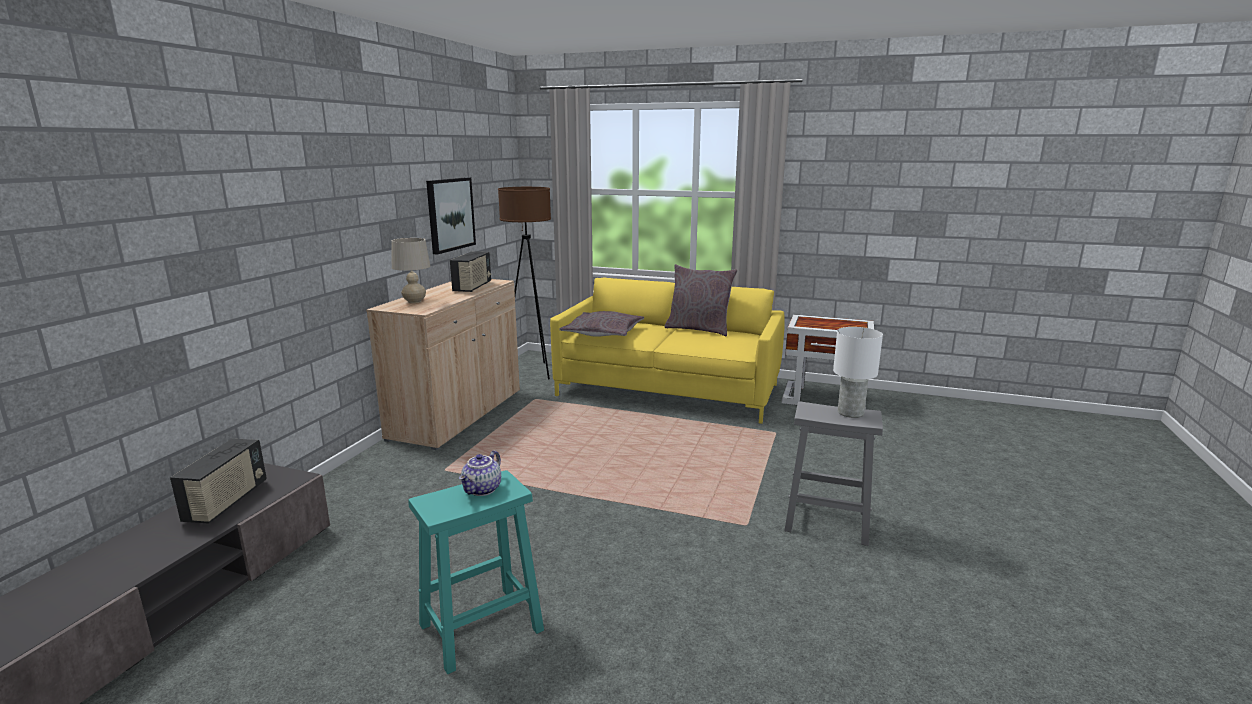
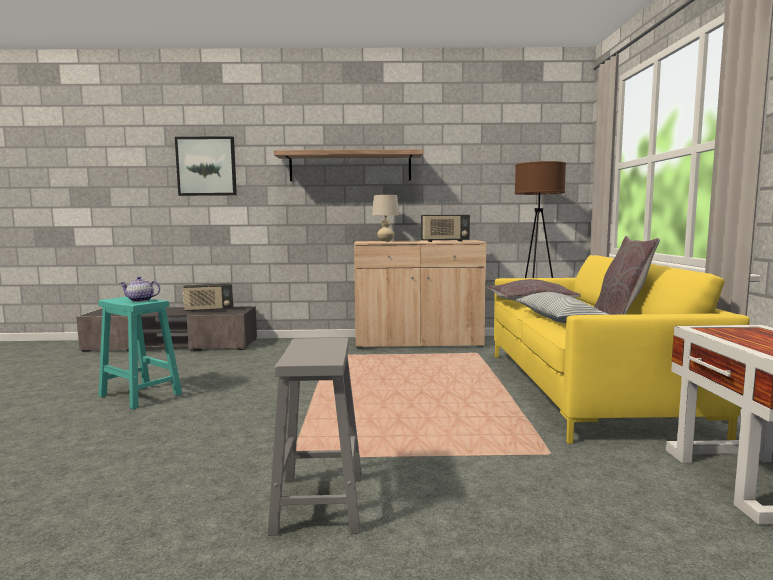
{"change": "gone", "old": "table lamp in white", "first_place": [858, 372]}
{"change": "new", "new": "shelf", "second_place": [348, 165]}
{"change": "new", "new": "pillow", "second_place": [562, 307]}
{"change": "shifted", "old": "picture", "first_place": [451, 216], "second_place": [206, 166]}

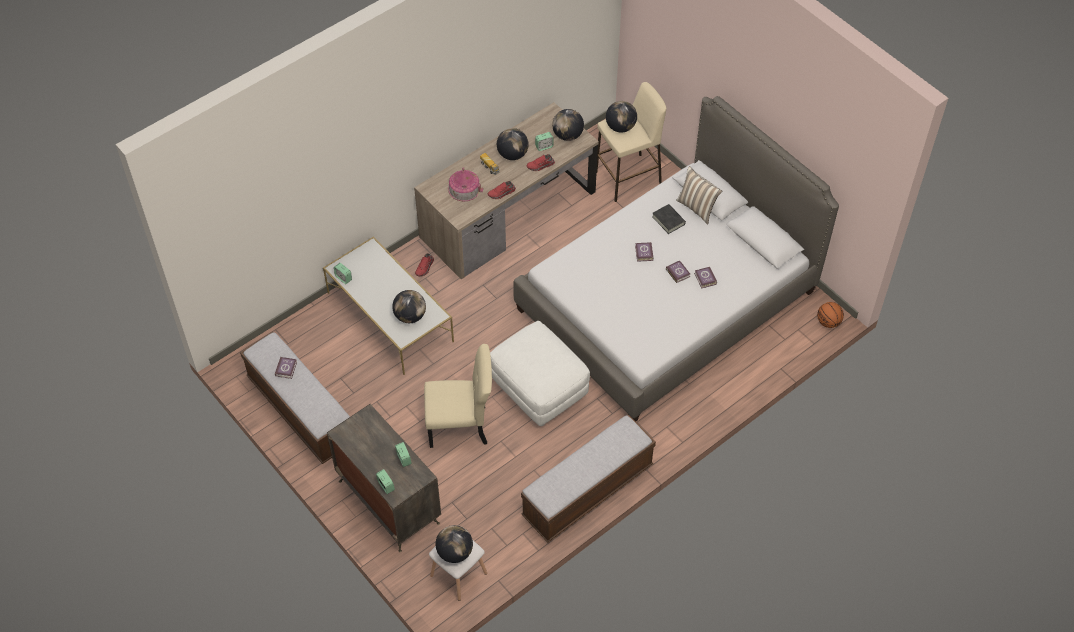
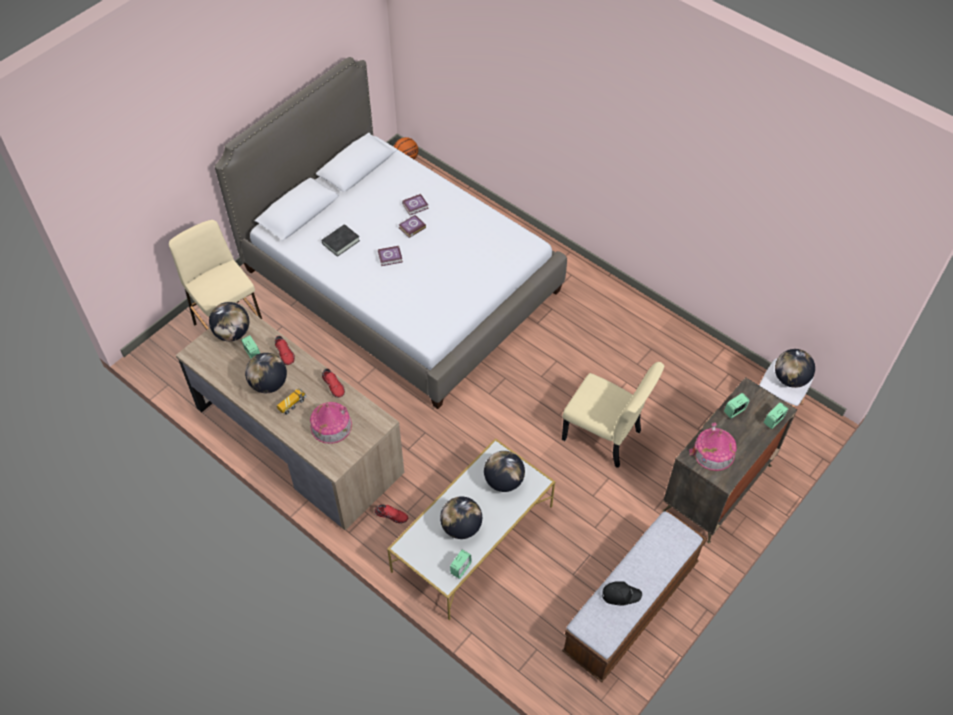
{"change": "gone", "old": "ottoman in white", "first_place": [540, 373]}
{"change": "gone", "old": "bench", "first_place": [588, 479]}
{"change": "gone", "old": "pillow", "first_place": [699, 195]}
{"change": "new", "new": "toy house", "second_place": [713, 447]}
{"change": "shifted", "old": "globe", "first_place": [621, 117], "second_place": [461, 517]}
{"change": "swapped", "old": "book", "new": "cap in black", "first_place": [286, 368], "second_place": [622, 593]}
{"change": "rotated", "old": "chair in beige", "first_place": [458, 396], "second_place": [613, 415], "degrees": 135}

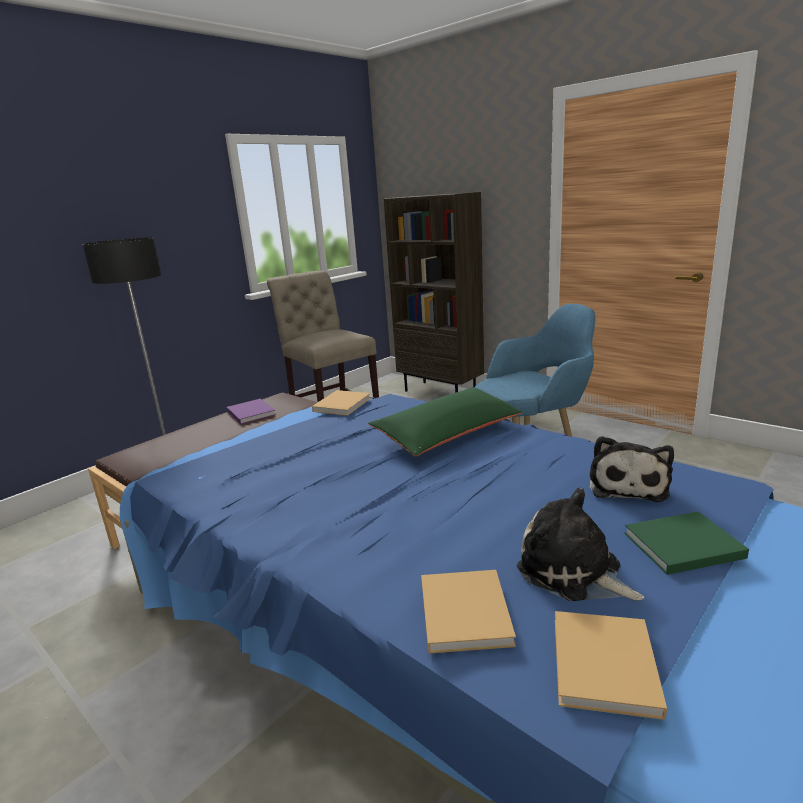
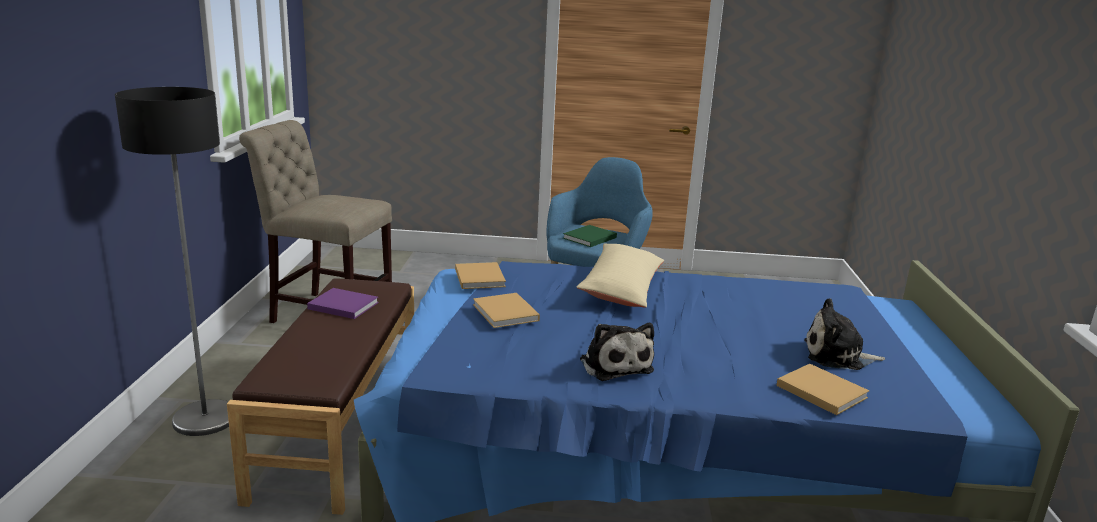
{"change": "gone", "old": "bookcase in brown", "first_place": [434, 292]}
{"change": "shifted", "old": "book in beige", "first_place": [611, 665], "second_place": [506, 310]}
{"change": "shifted", "old": "plush toy", "first_place": [631, 469], "second_place": [617, 352]}
{"change": "shifted", "old": "book in green", "first_place": [686, 543], "second_place": [590, 236]}
{"change": "repainted", "old": "pillow in green", "new": "pillow in beige", "first_place": [445, 421], "second_place": [620, 275]}

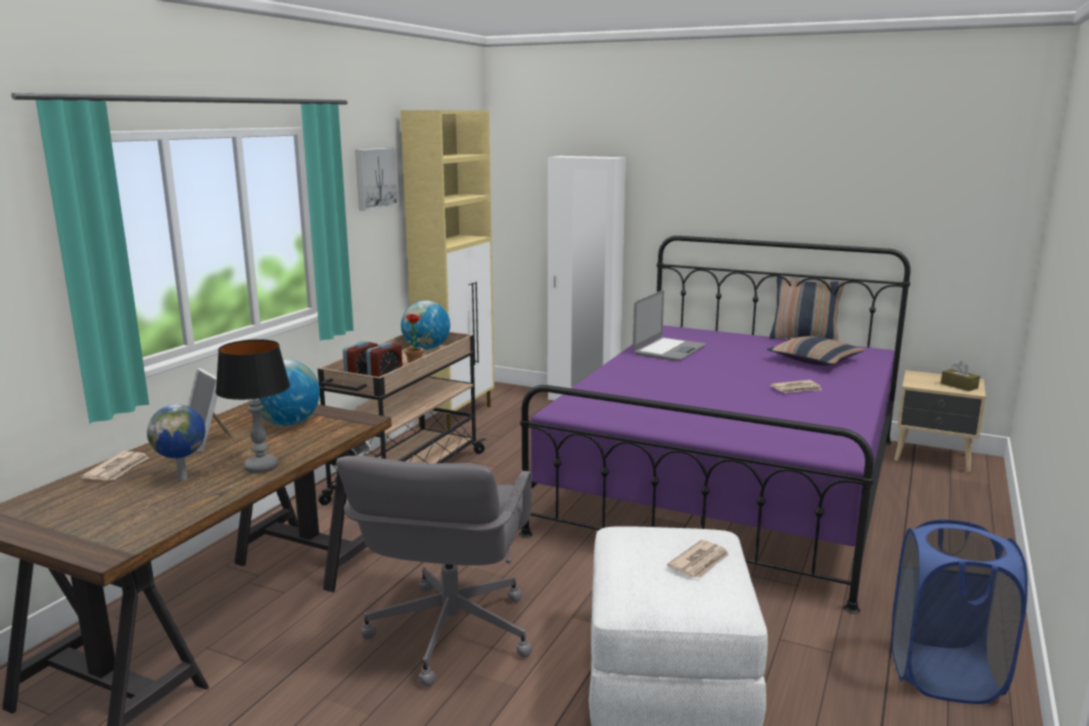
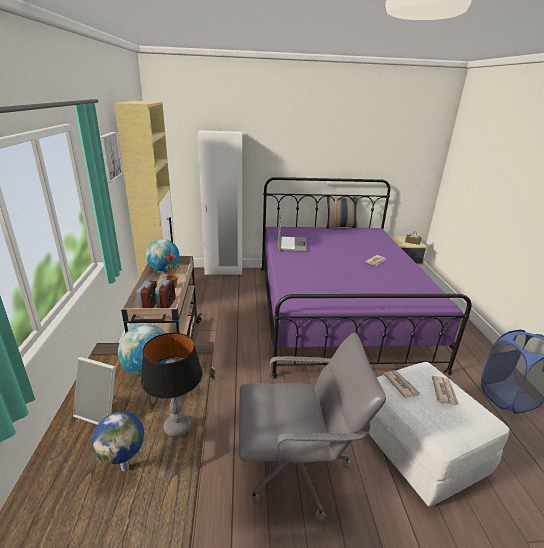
{"change": "gone", "old": "pillow", "first_place": [816, 351]}
{"change": "shifted", "old": "newspaper", "first_place": [115, 466], "second_place": [401, 384]}
{"change": "rotated", "old": "office chair in grey", "first_place": [434, 571], "second_place": [312, 426], "degrees": -75}

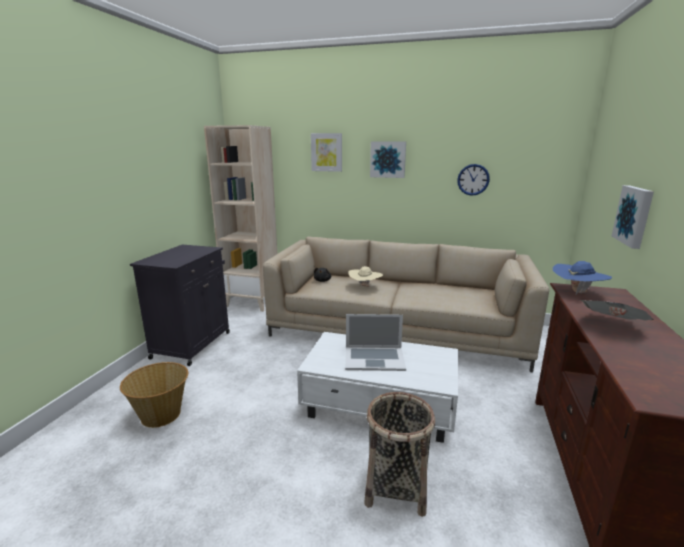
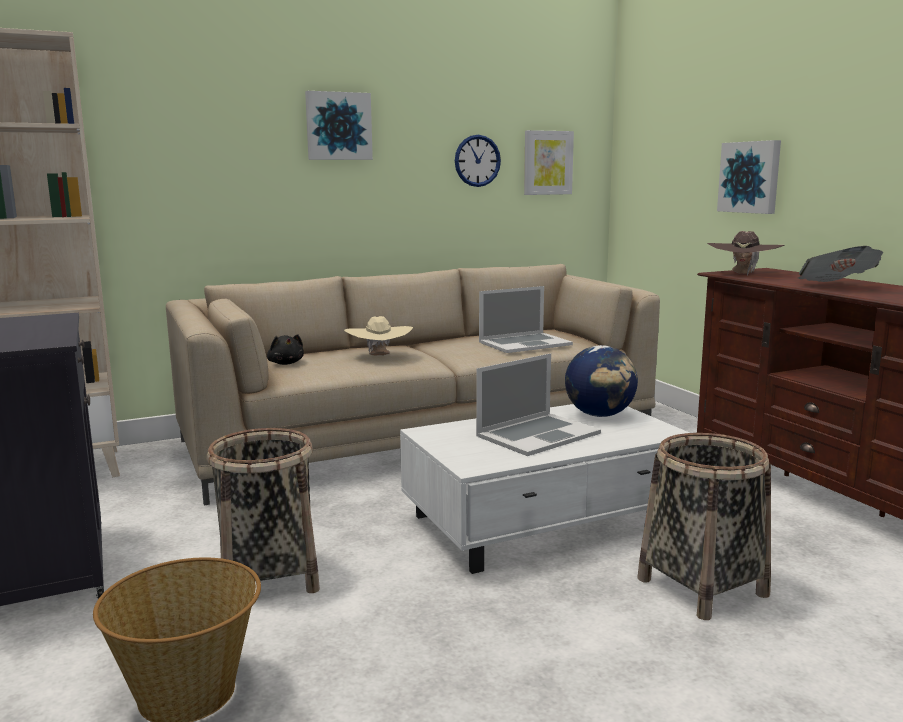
{"change": "new", "new": "basket", "second_place": [263, 510]}
{"change": "new", "new": "laptop", "second_place": [526, 319]}
{"change": "new", "new": "globe", "second_place": [601, 381]}
{"change": "shifted", "old": "picture", "first_place": [326, 152], "second_place": [549, 162]}
{"change": "repainted", "old": "hat in blue", "new": "hat in brown", "first_place": [582, 278], "second_place": [746, 253]}

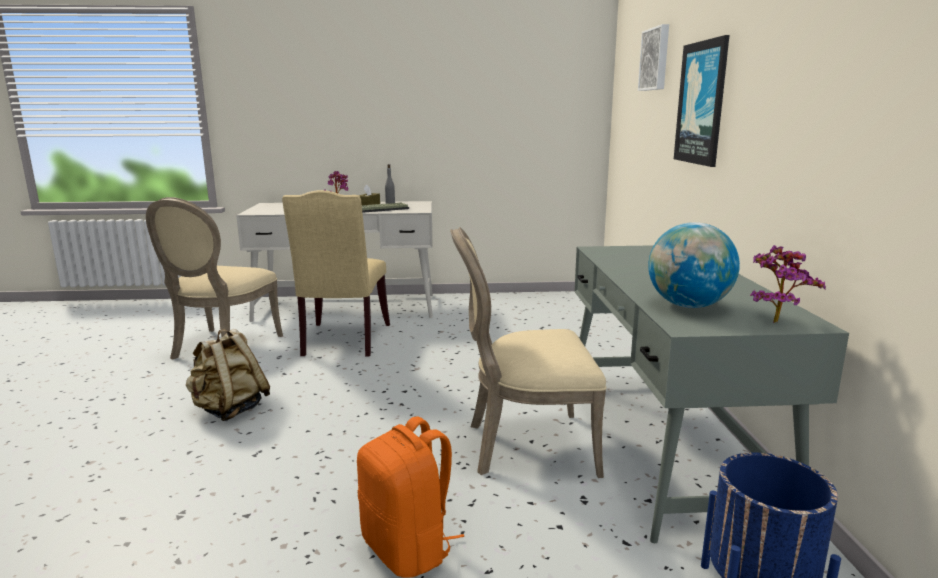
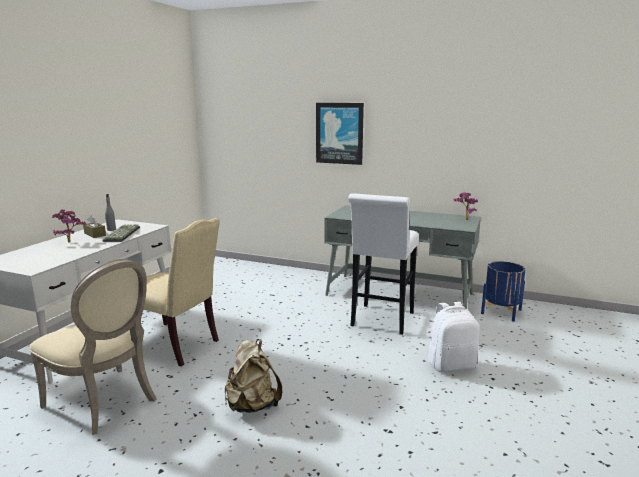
{"change": "gone", "old": "picture", "first_place": [653, 57]}
{"change": "gone", "old": "globe", "first_place": [694, 265]}
{"change": "swapped", "old": "chair in beige", "new": "stool in white", "first_place": [528, 352], "second_place": [383, 264]}
{"change": "repainted", "old": "backpack in orange", "new": "backpack in white", "first_place": [410, 496], "second_place": [454, 337]}

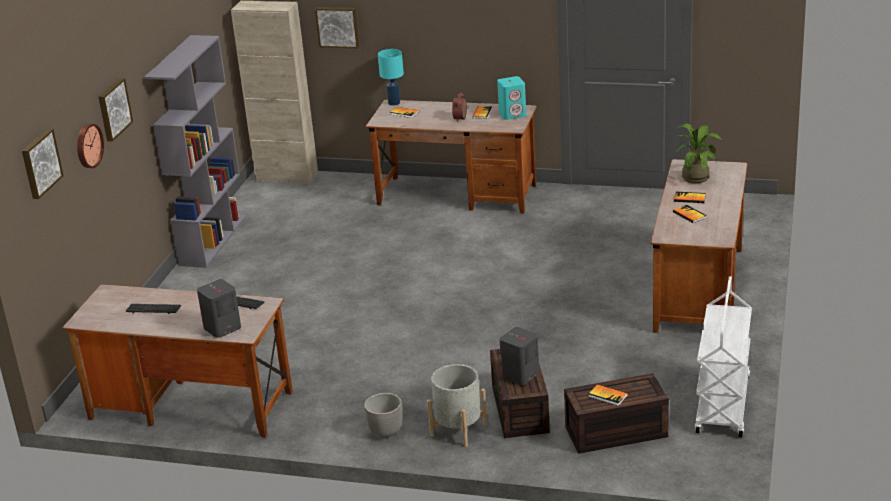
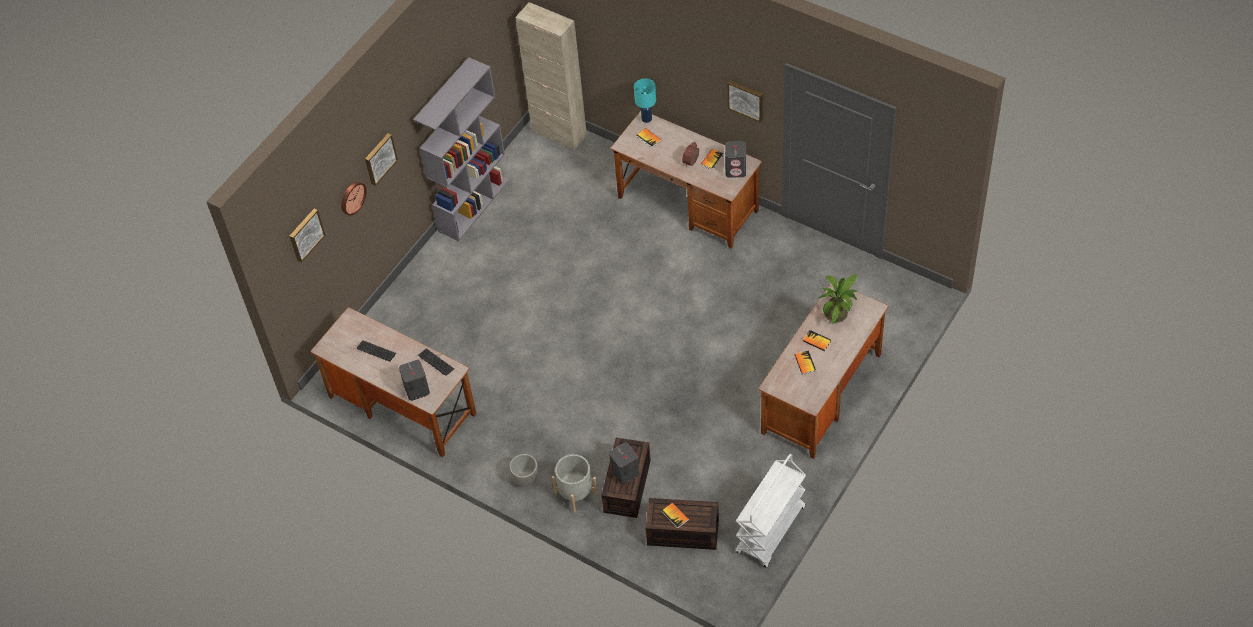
{"change": "shifted", "old": "picture", "first_place": [337, 27], "second_place": [745, 101]}
{"change": "repainted", "old": "speaker in turquoise", "new": "speaker in grey", "first_place": [511, 98], "second_place": [735, 159]}

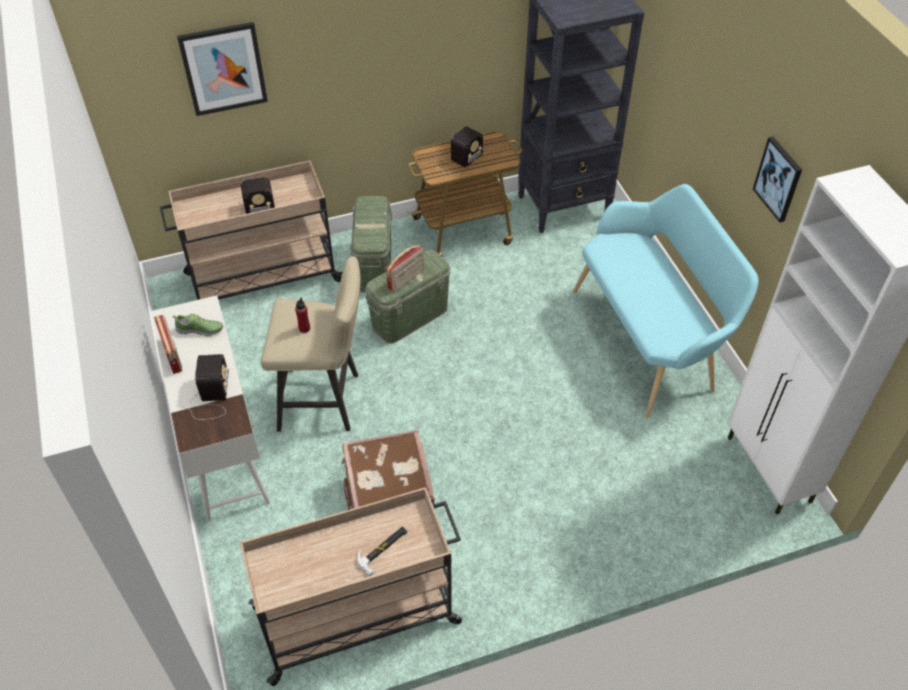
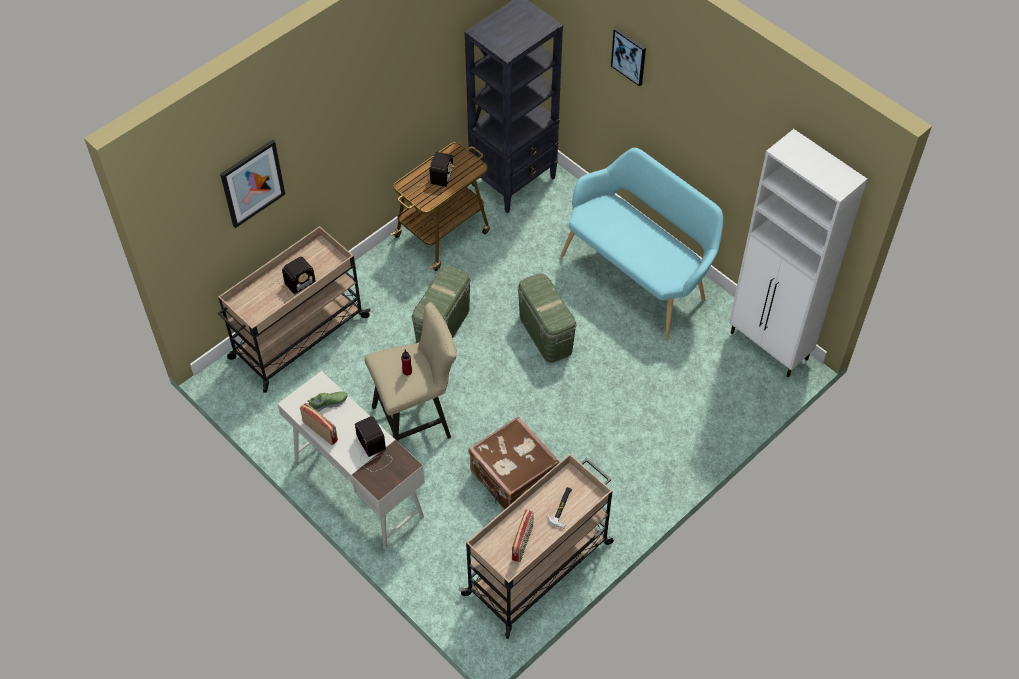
{"change": "shifted", "old": "storage box in green", "first_place": [371, 244], "second_place": [547, 318]}
{"change": "shifted", "old": "radio", "first_place": [405, 268], "second_place": [523, 536]}
{"change": "shifted", "old": "picture", "first_place": [777, 179], "second_place": [628, 57]}

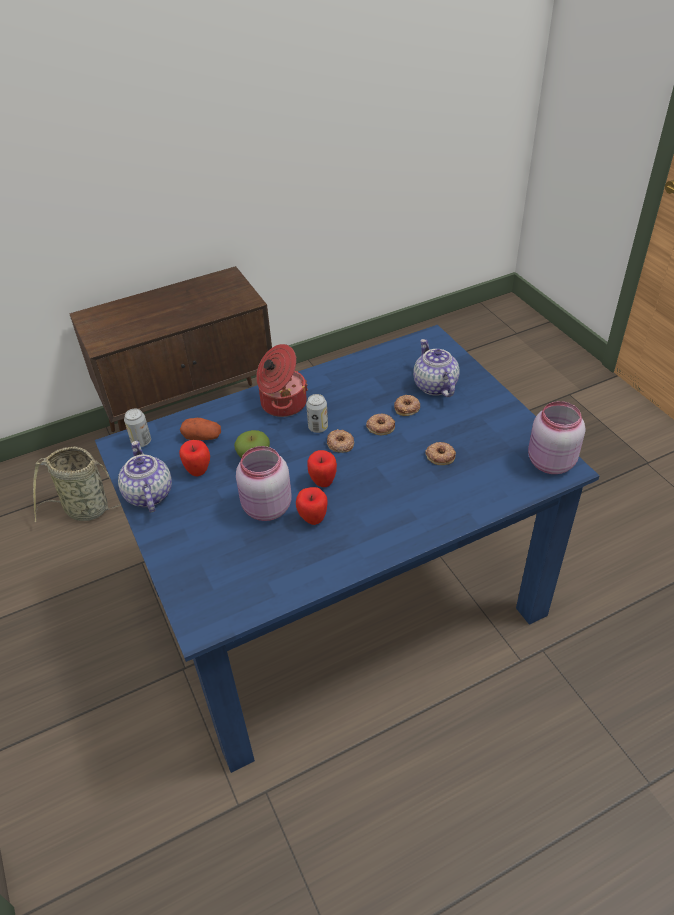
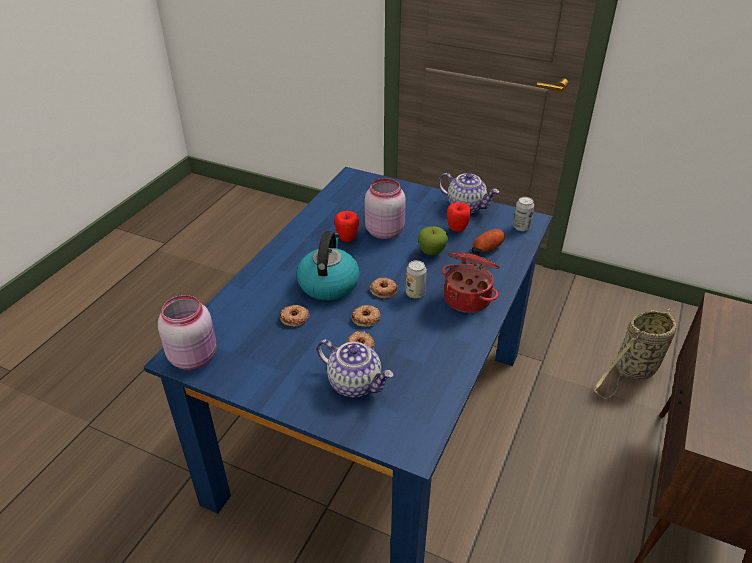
{"change": "gone", "old": "apple", "first_place": [322, 468]}
{"change": "new", "new": "kettle", "second_place": [328, 265]}

